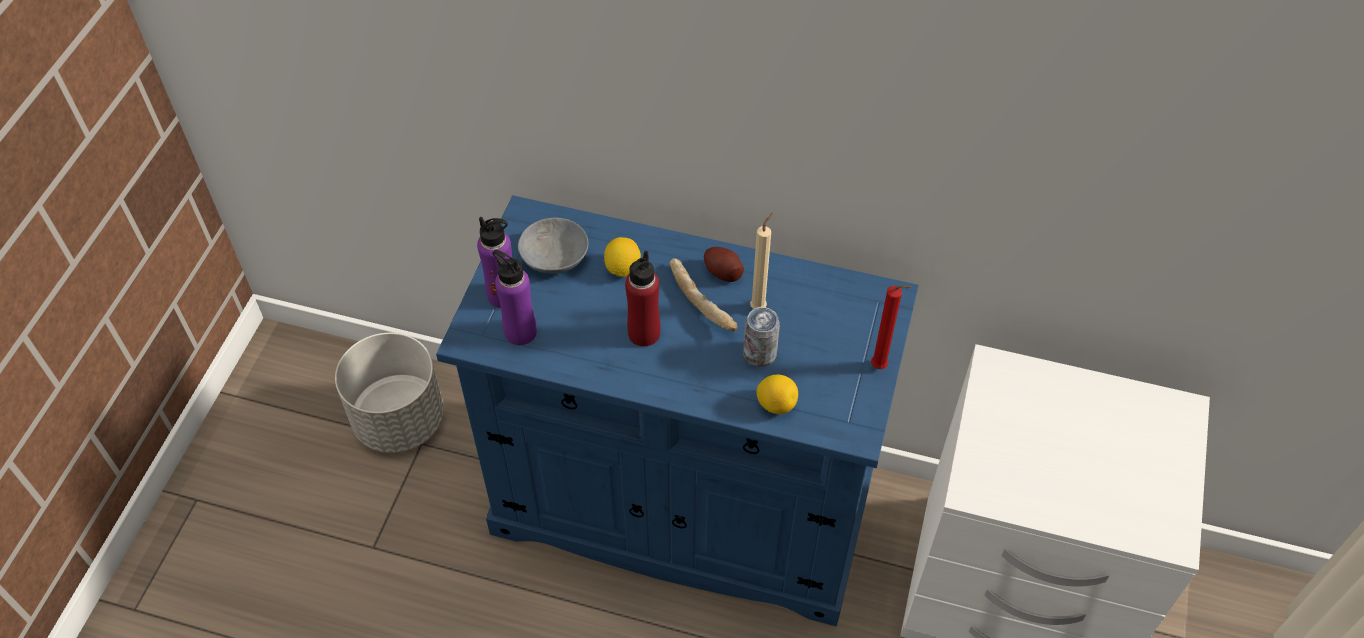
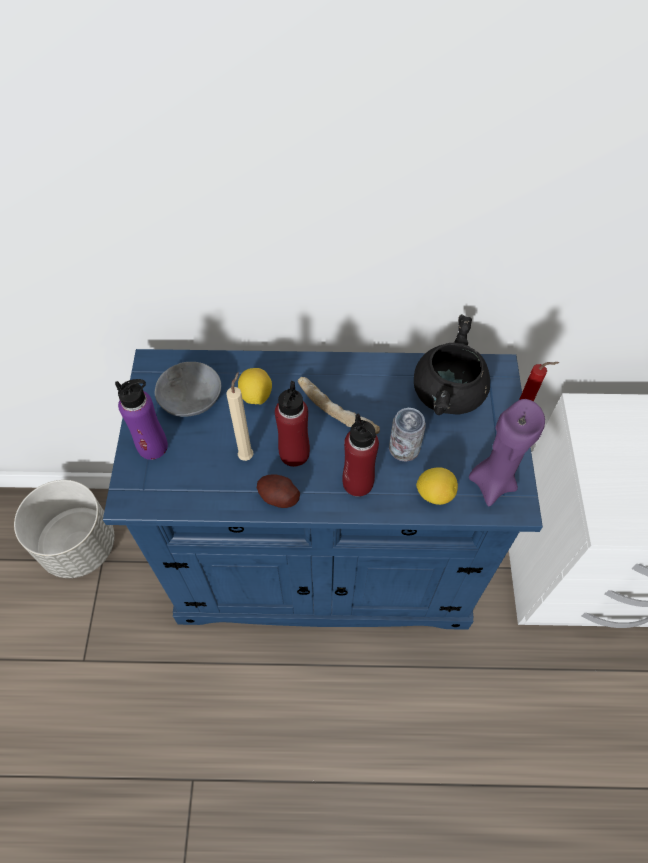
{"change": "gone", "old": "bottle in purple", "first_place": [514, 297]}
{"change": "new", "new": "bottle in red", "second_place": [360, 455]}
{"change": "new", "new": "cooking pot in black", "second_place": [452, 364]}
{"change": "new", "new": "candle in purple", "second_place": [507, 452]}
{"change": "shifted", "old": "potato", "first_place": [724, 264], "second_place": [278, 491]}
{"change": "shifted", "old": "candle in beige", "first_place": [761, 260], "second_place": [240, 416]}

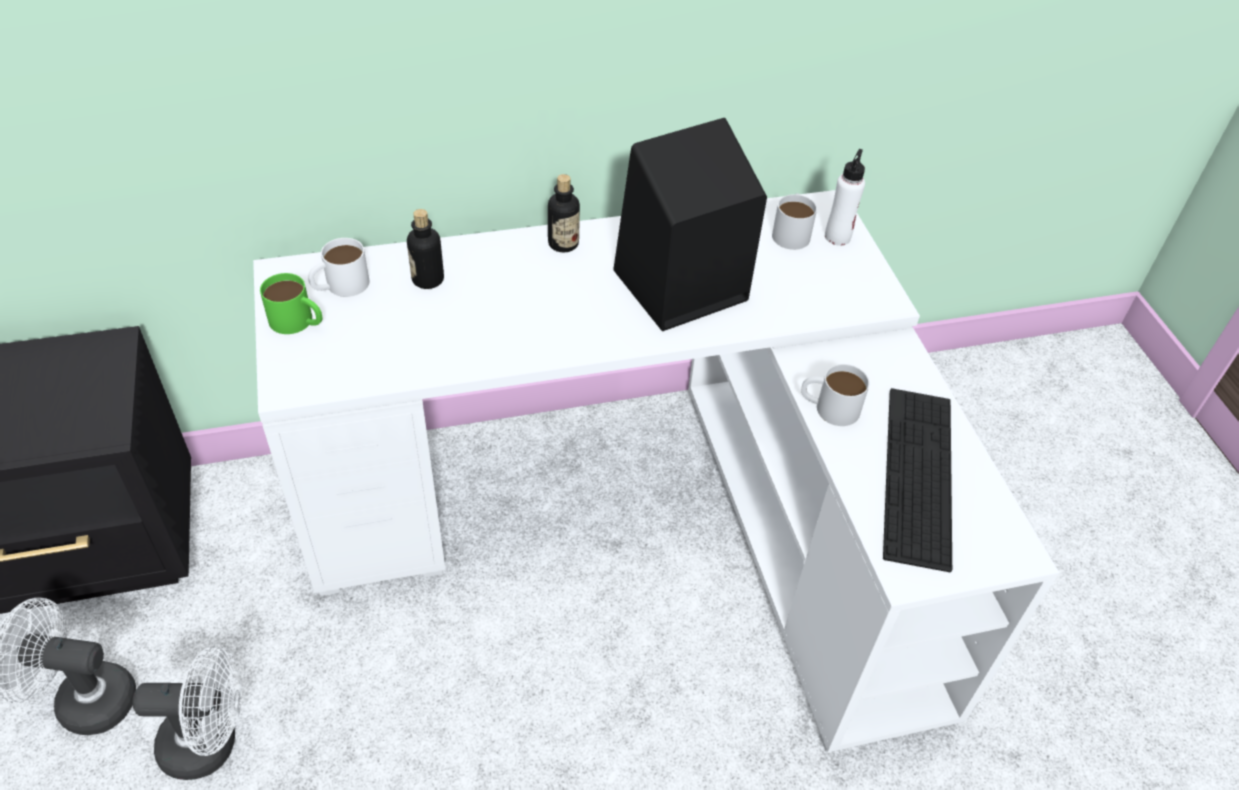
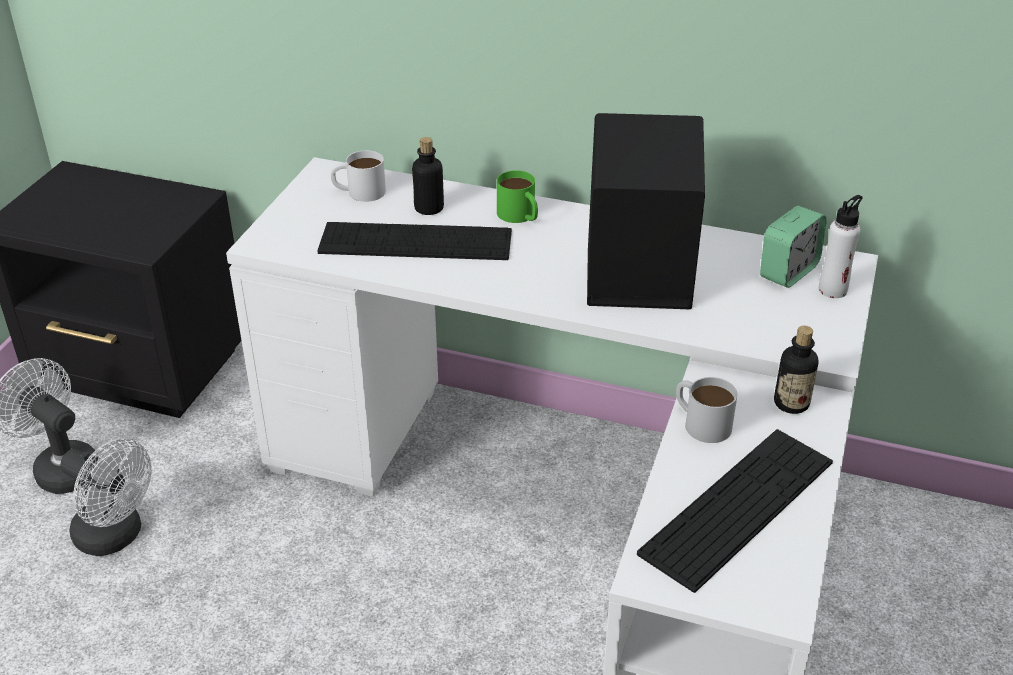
{"change": "new", "new": "keyboard", "second_place": [414, 241]}
{"change": "shifted", "old": "mug in green", "first_place": [291, 303], "second_place": [517, 196]}
{"change": "shifted", "old": "bottle", "first_place": [564, 213], "second_place": [796, 370]}
{"change": "swapped", "old": "mug in white", "new": "alarm clock", "first_place": [794, 221], "second_place": [793, 247]}

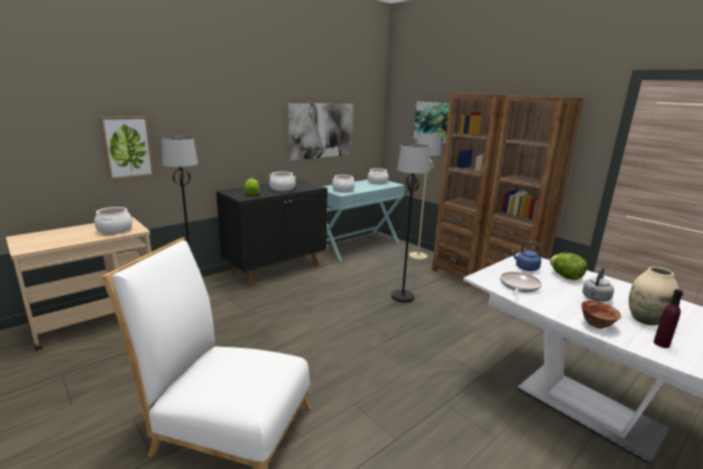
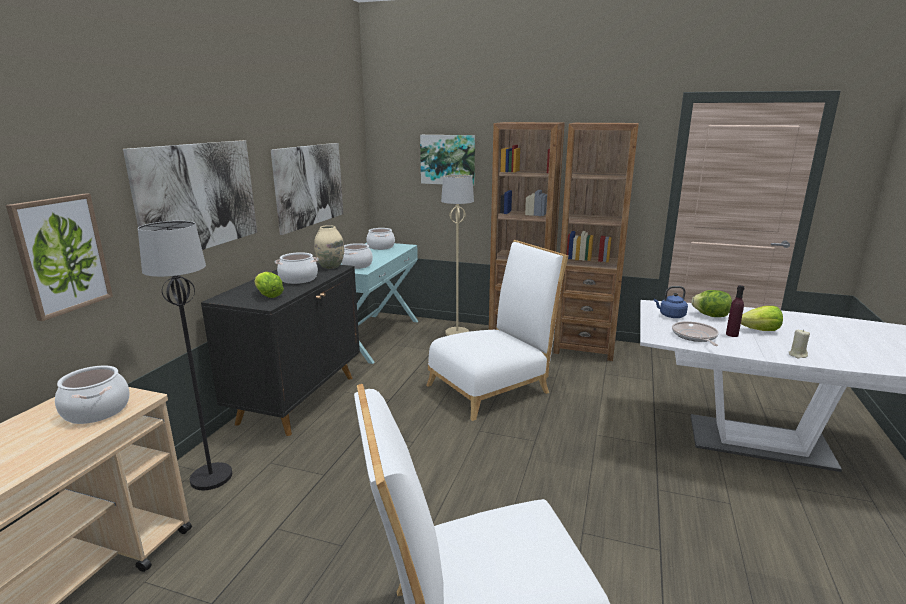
{"change": "new", "new": "picture", "second_place": [190, 195]}
{"change": "shifted", "old": "vase in beige", "first_place": [654, 296], "second_place": [329, 247]}
{"change": "shifted", "old": "bottle in purple", "first_place": [668, 318], "second_place": [735, 311]}
{"change": "swapped", "old": "floor lamp in black", "new": "chair in white", "first_place": [410, 223], "second_place": [497, 330]}
{"change": "swapped", "old": "bowl", "new": "candle in beige", "first_place": [601, 315], "second_place": [799, 343]}
{"change": "swapped", "old": "kettle in grey", "new": "lettuce", "first_place": [598, 284], "second_place": [762, 318]}

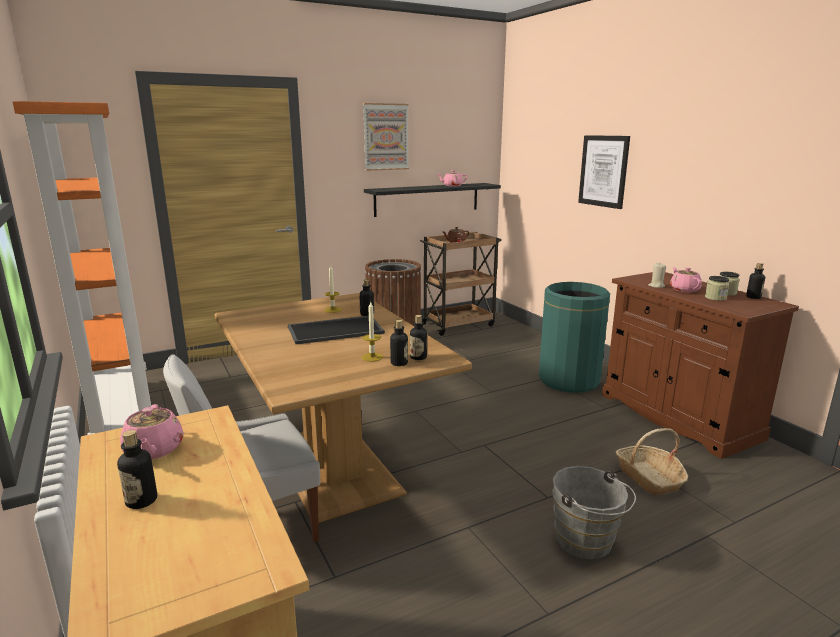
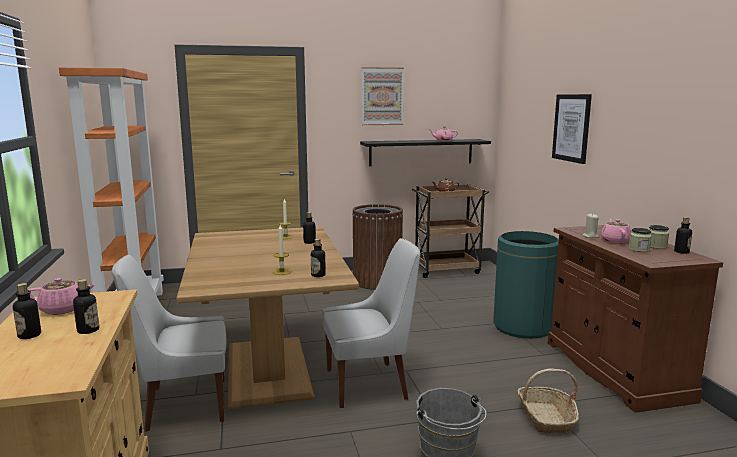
{"change": "gone", "old": "tray", "first_place": [336, 330]}
{"change": "new", "new": "chair in white", "second_place": [371, 323]}
{"change": "shifted", "old": "bottle", "first_place": [399, 343], "second_place": [86, 306]}
{"change": "rotated", "old": "teapot in pink", "first_place": [152, 431], "second_place": [62, 296], "degrees": -90}

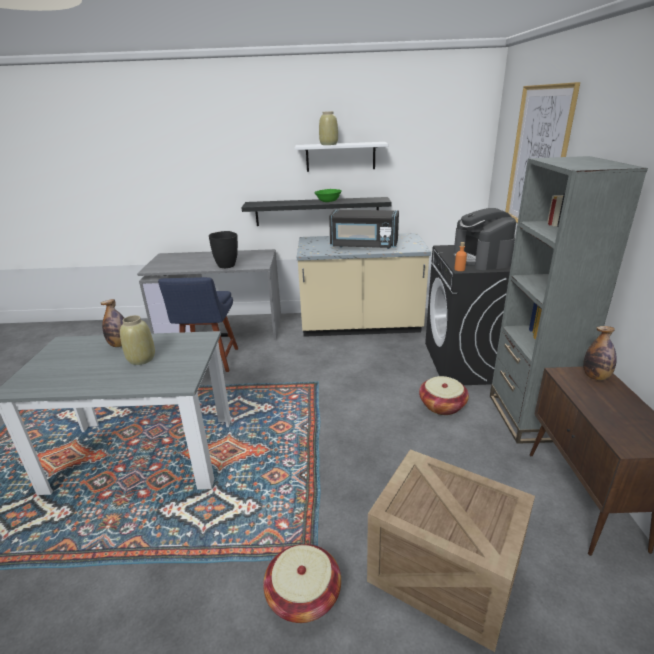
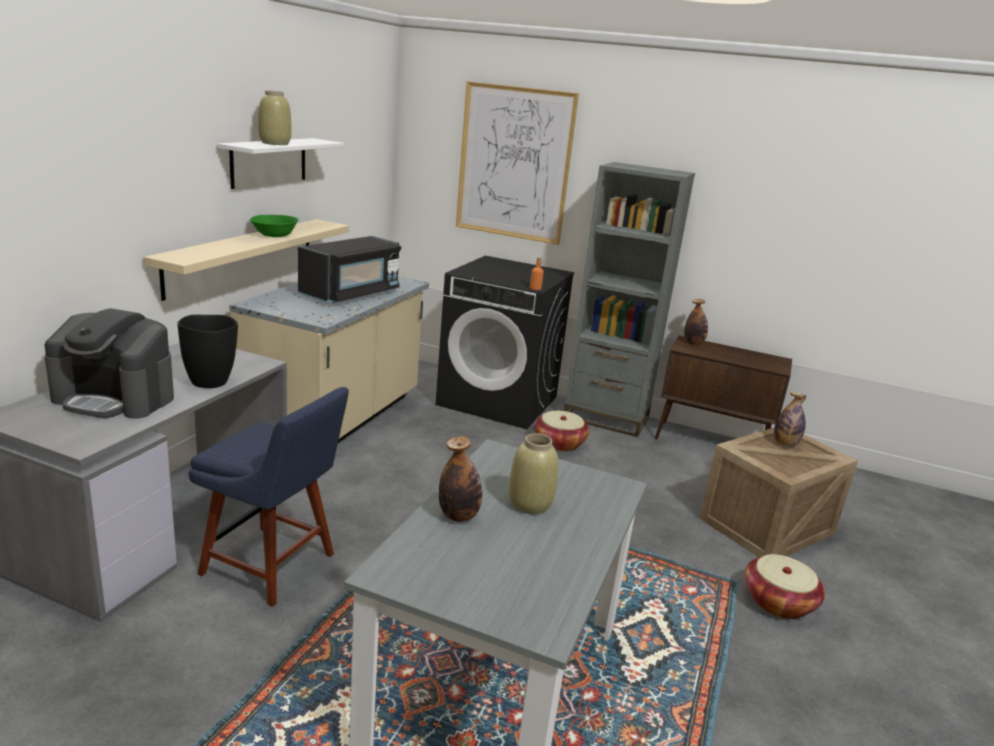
{"change": "new", "new": "bottle", "second_place": [790, 419]}
{"change": "shifted", "old": "coffee machine", "first_place": [484, 239], "second_place": [109, 363]}
{"change": "repainted", "old": "shelf in black", "new": "shelf in beige", "first_place": [316, 211], "second_place": [246, 260]}

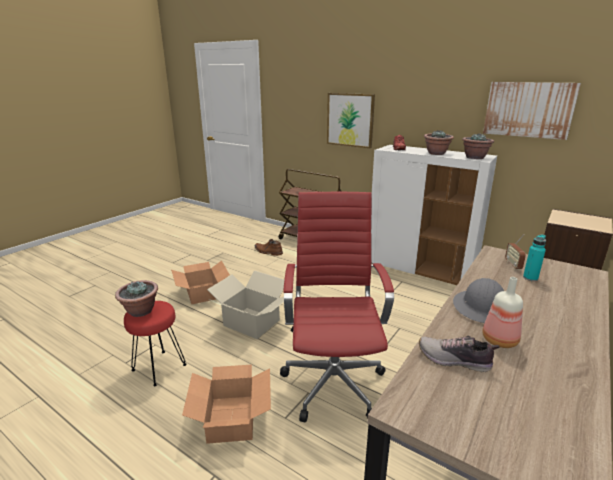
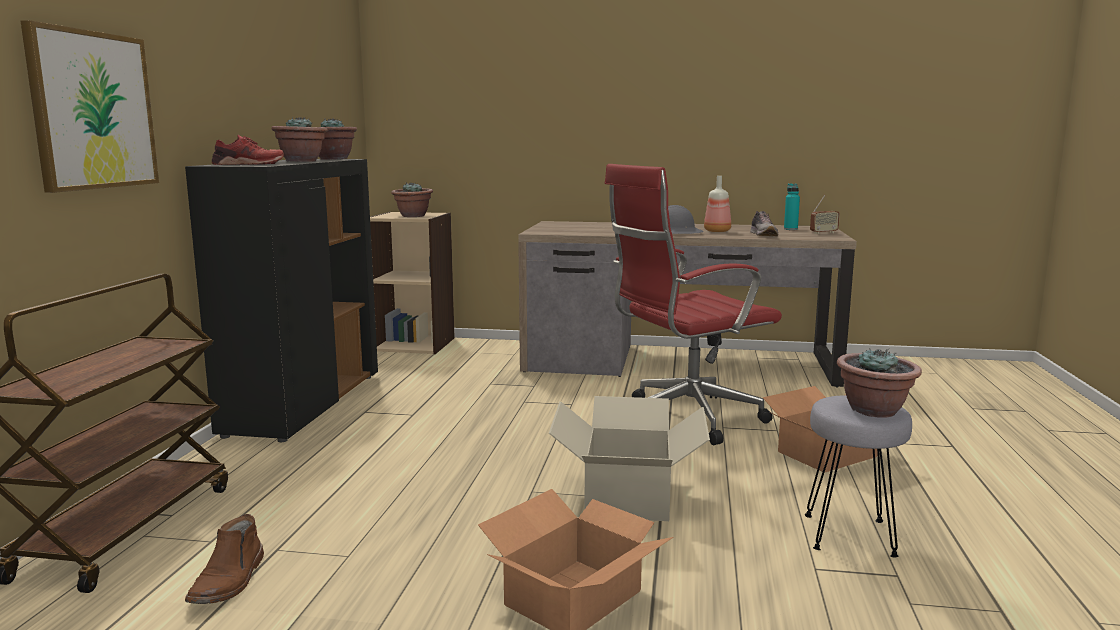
{"change": "gone", "old": "picture", "first_place": [532, 111]}
{"change": "new", "new": "potted plant", "second_place": [412, 199]}
{"change": "shifted", "old": "radio", "first_place": [515, 252], "second_place": [825, 214]}
{"change": "shifted", "old": "bottle in turquoise", "first_place": [534, 257], "second_place": [792, 206]}
{"change": "repainted", "old": "stool in red", "new": "stool in grey", "first_place": [155, 343], "second_place": [858, 476]}
{"change": "repainted", "old": "cabinet in white", "new": "cabinet in black", "first_place": [434, 215], "second_place": [281, 300]}

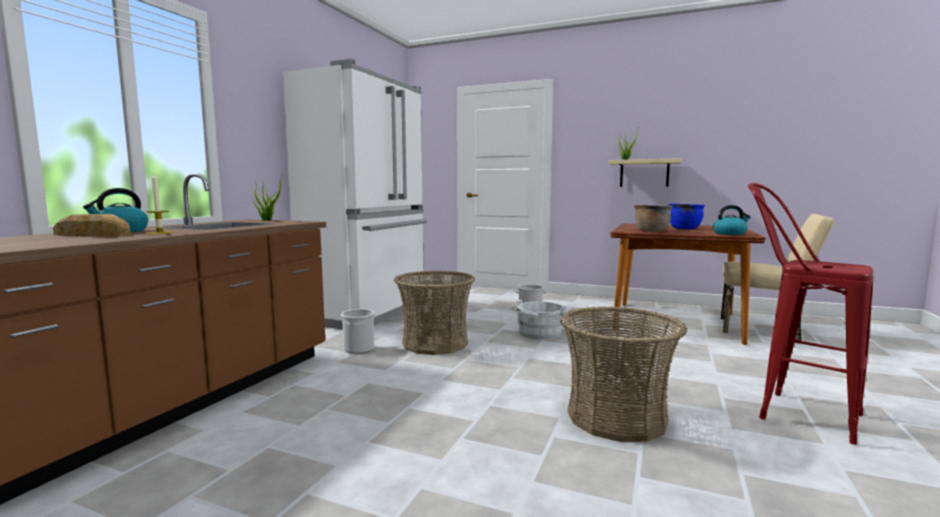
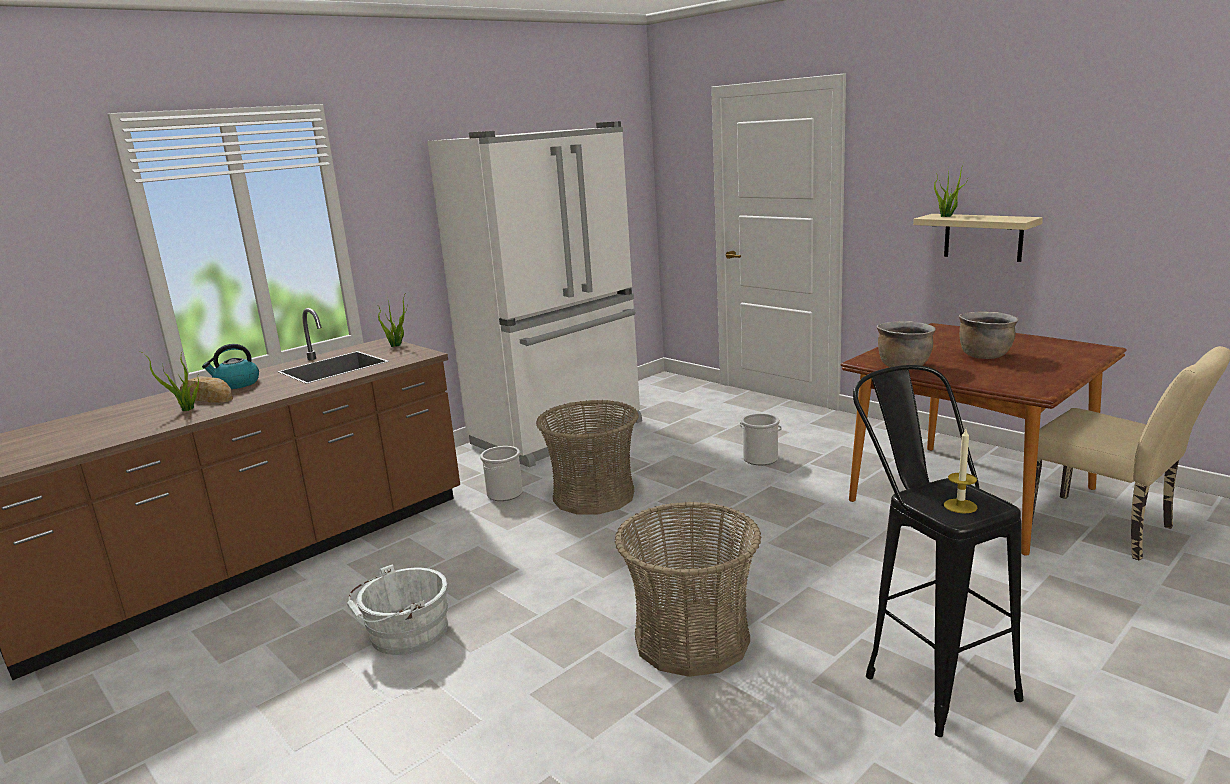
{"change": "gone", "old": "kettle", "first_place": [732, 220]}
{"change": "new", "new": "potted plant", "second_place": [169, 381]}
{"change": "shifted", "old": "candle", "first_place": [159, 203], "second_place": [960, 471]}
{"change": "shifted", "old": "bucket in white", "first_place": [539, 319], "second_place": [397, 609]}
{"change": "repainted", "old": "cooking pot in blue", "new": "cooking pot in brown", "first_place": [686, 216], "second_place": [989, 335]}
{"change": "repainted", "old": "stool in red", "new": "stool in black", "first_place": [810, 314], "second_place": [938, 551]}

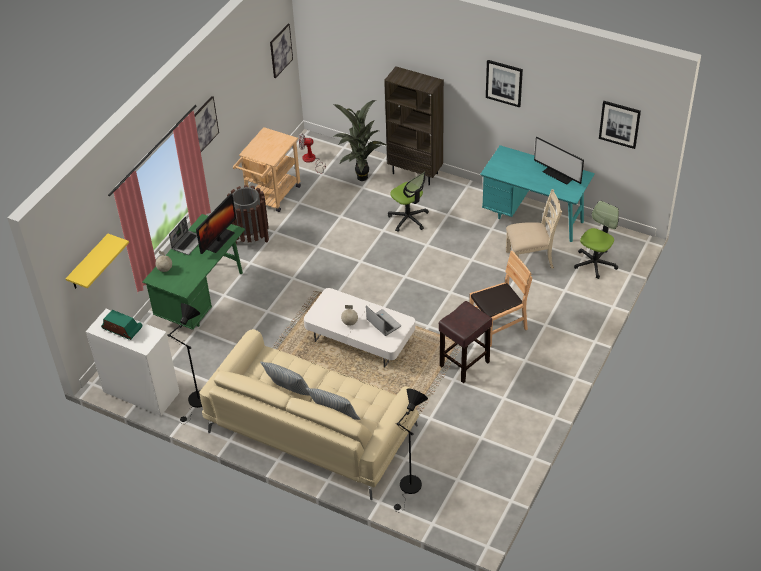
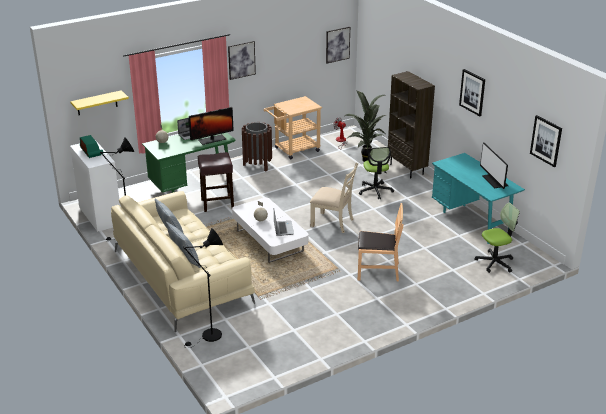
{"change": "shifted", "old": "stool in brown", "first_place": [465, 342], "second_place": [216, 182]}
{"change": "shifted", "old": "chair in beige", "first_place": [534, 229], "second_place": [334, 197]}

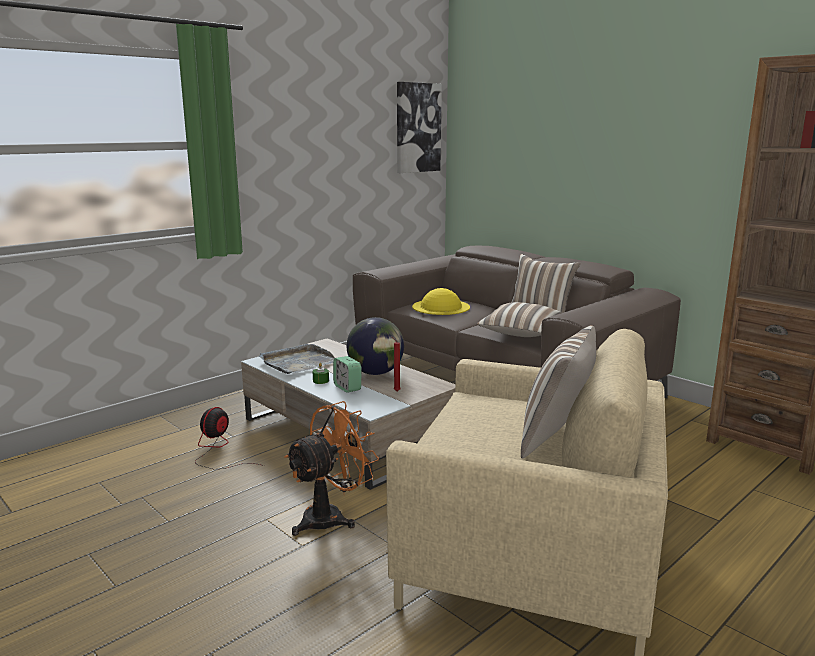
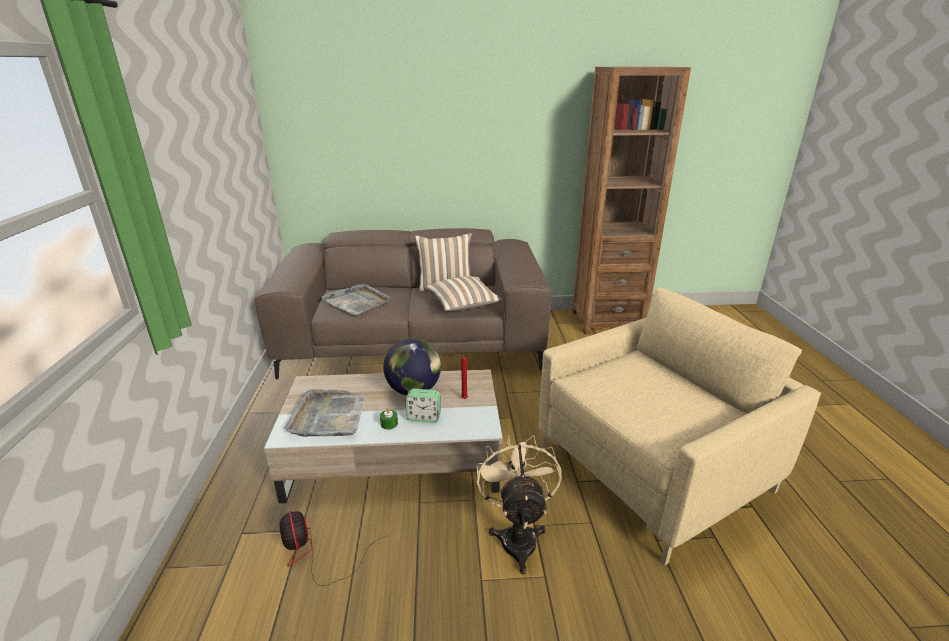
{"change": "gone", "old": "picture", "first_place": [419, 127]}
{"change": "gone", "old": "pillow", "first_place": [558, 392]}
{"change": "swapped", "old": "hat in yellow", "new": "tray in grey", "first_place": [441, 301], "second_place": [356, 299]}
{"change": "repainted", "old": "fan in orange", "new": "fan in beige", "first_place": [332, 468], "second_place": [519, 504]}

